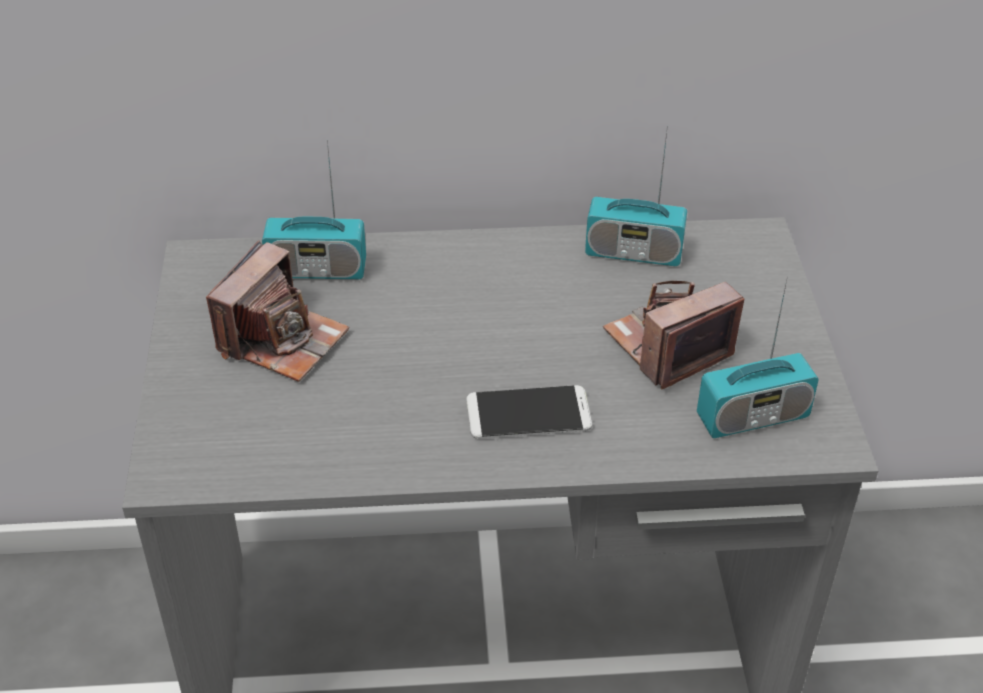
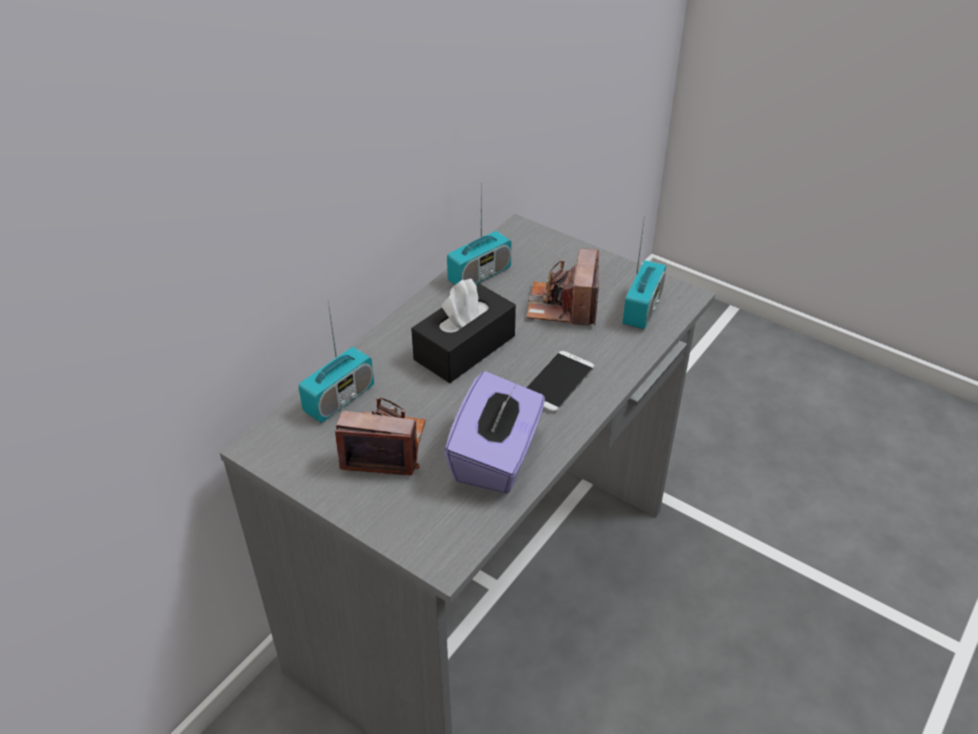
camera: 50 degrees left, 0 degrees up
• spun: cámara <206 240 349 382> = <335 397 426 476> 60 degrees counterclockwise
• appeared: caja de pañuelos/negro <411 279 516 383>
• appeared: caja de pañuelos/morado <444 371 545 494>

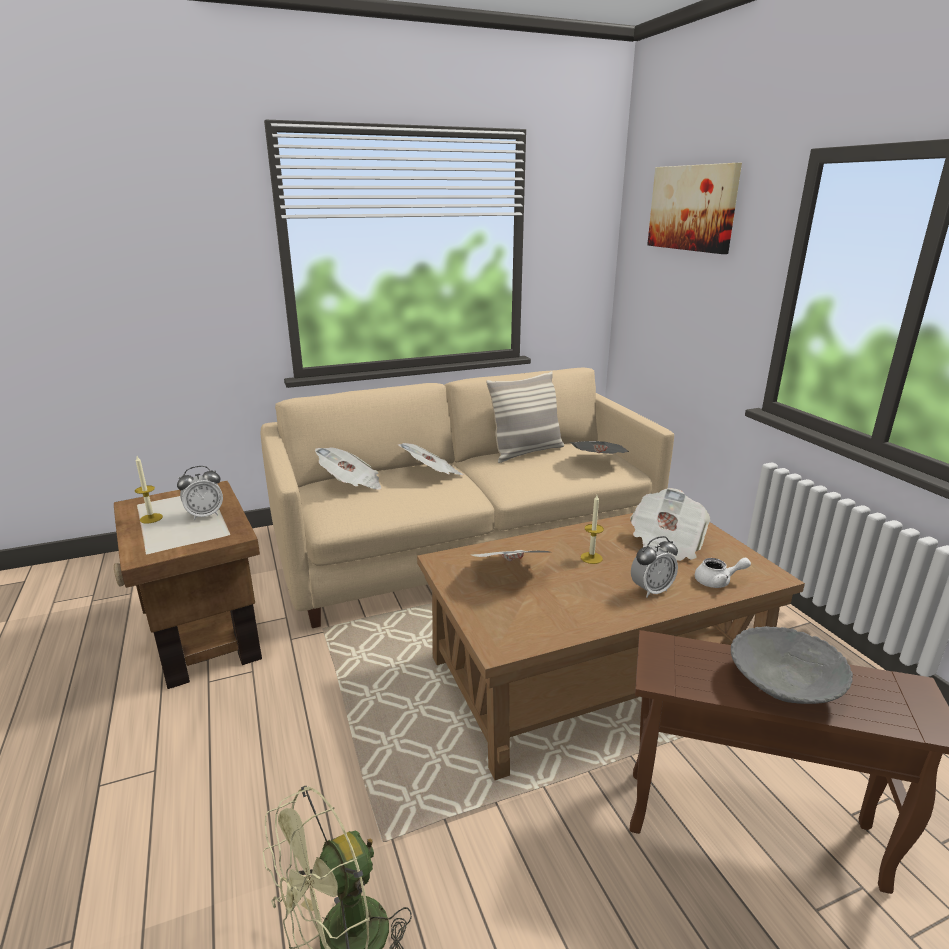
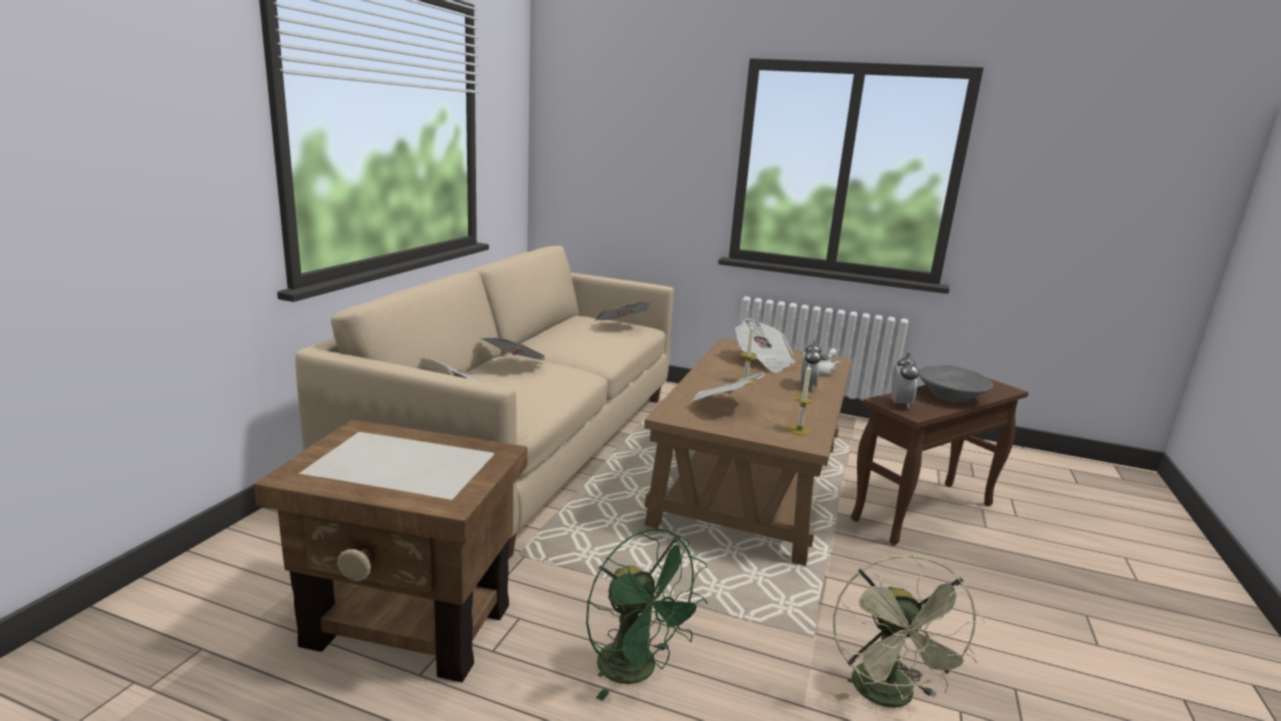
camera: 50 degrees left, 5 degrees down
• appeared: ventilador/verde <586 528 708 701>
• relocated: vela <135 456 163 524> to <788 363 814 435>
• relocated: despertador <177 466 223 520> to <892 353 919 409>
• missing: cojín <486 371 564 463>
• missing: cuadro <647 163 742 254>

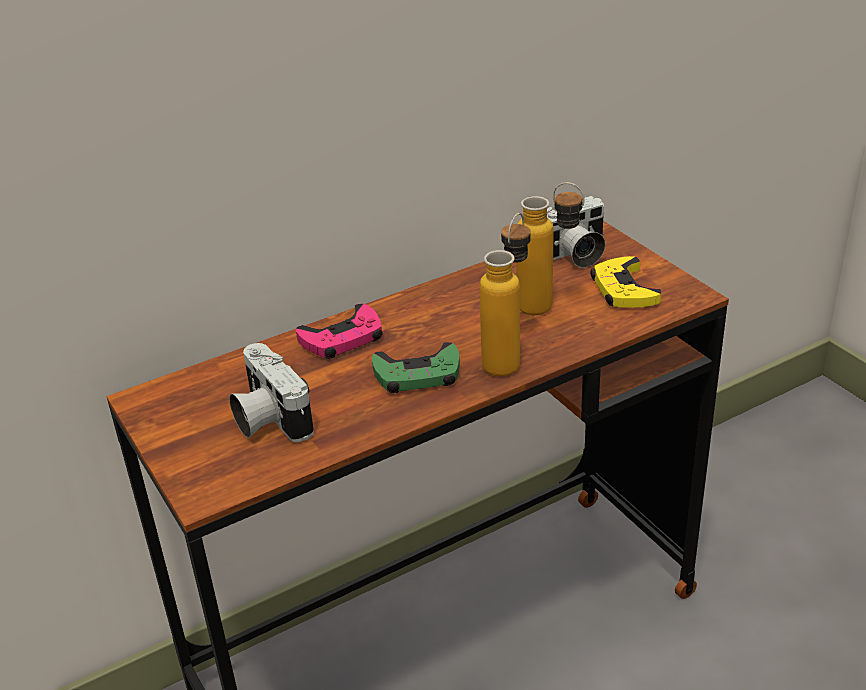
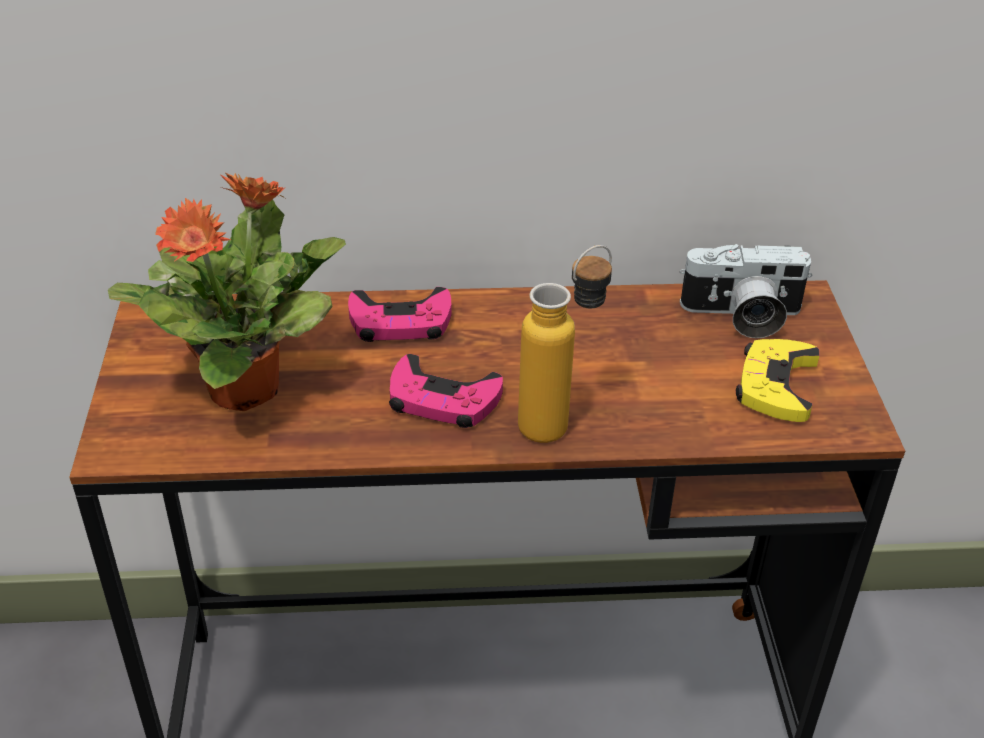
camera: 25 degrees right, 5 degrees up
• exchanged: cámara <229 343 314 442> to planta en maceta <108 173 346 411>
• colour: mando de consola/verde <372 342 460 393> to mando de consola/rosa <389 354 503 428>
• missing: botella <517 182 584 315>

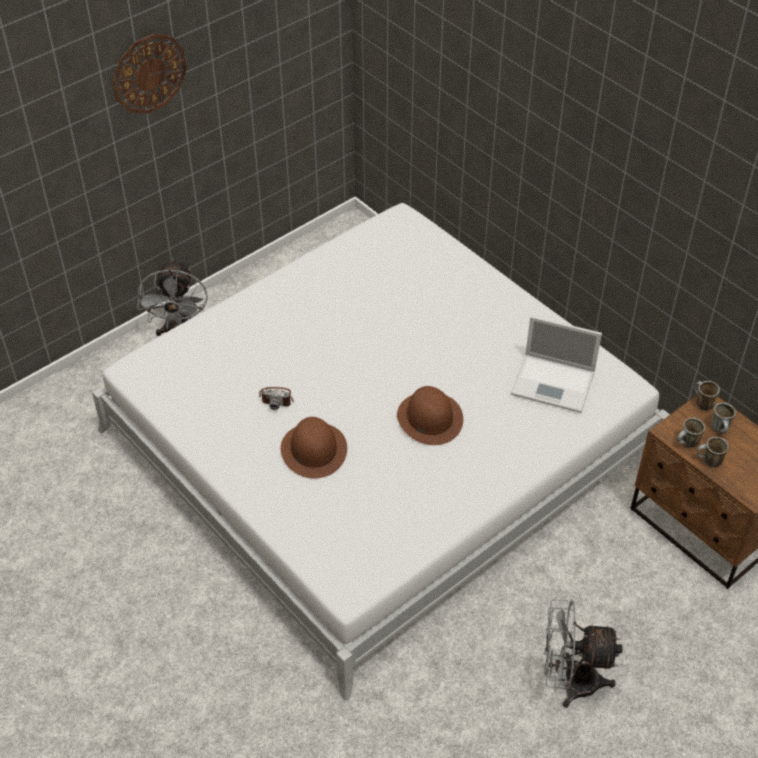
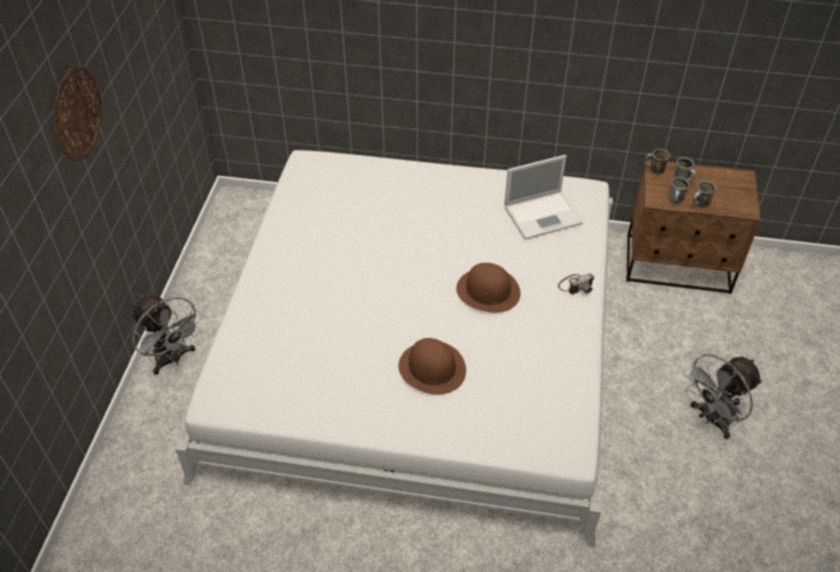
camera: 40 degrees left, 0 degrees up
• relocated: cámara <258 387 294 410> to <558 273 594 294>

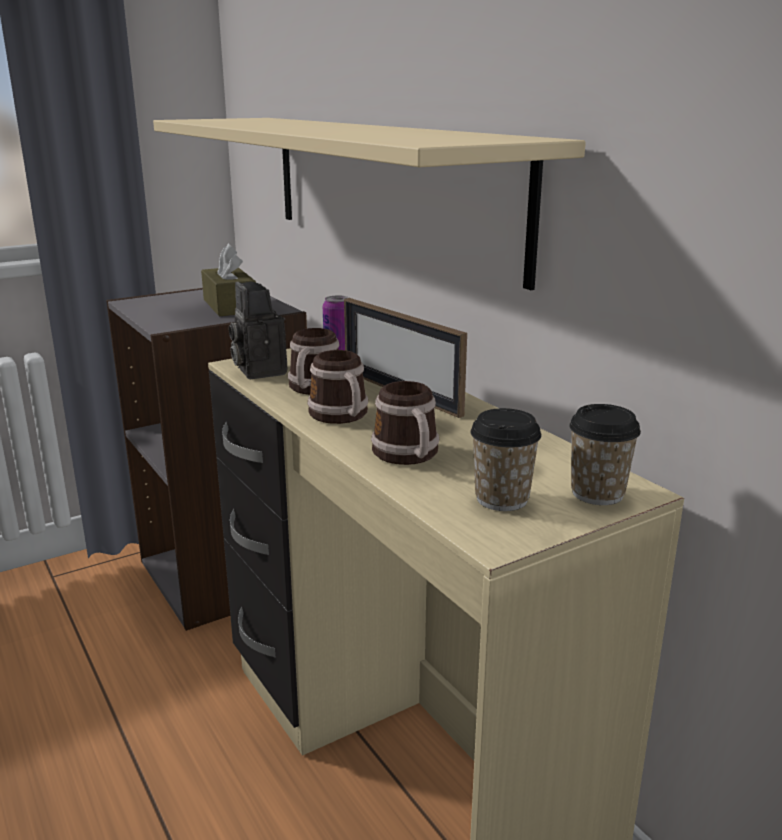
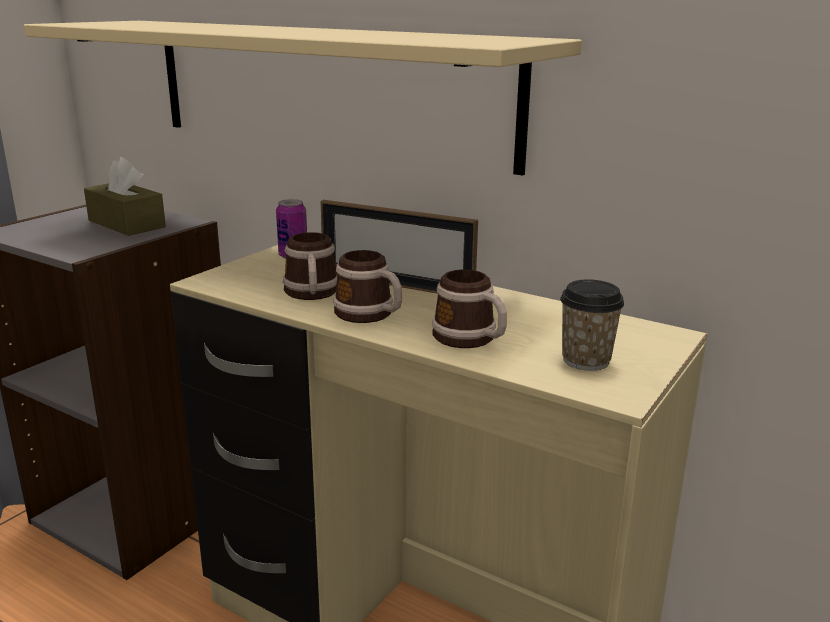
camera: 25 degrees left, 0 degrees up
• missing: cámara <229 282 287 379>
• missing: taza <569 404 641 505>

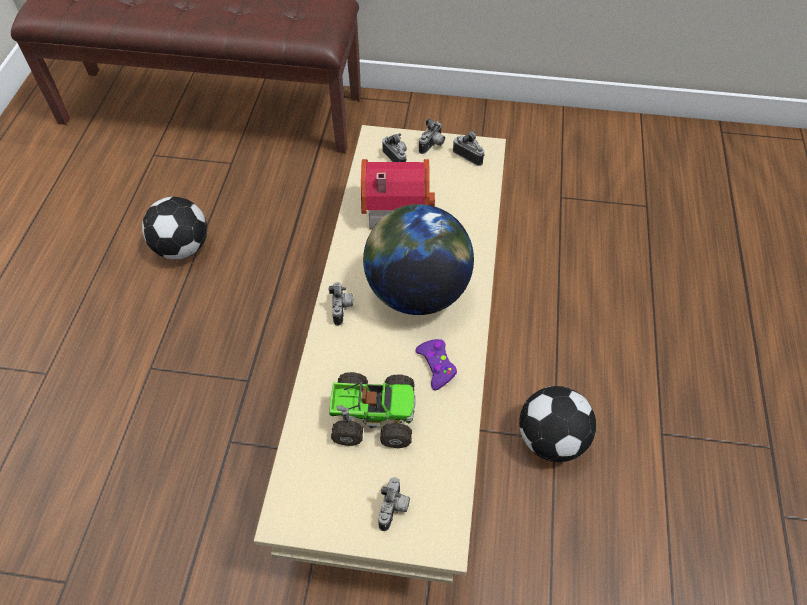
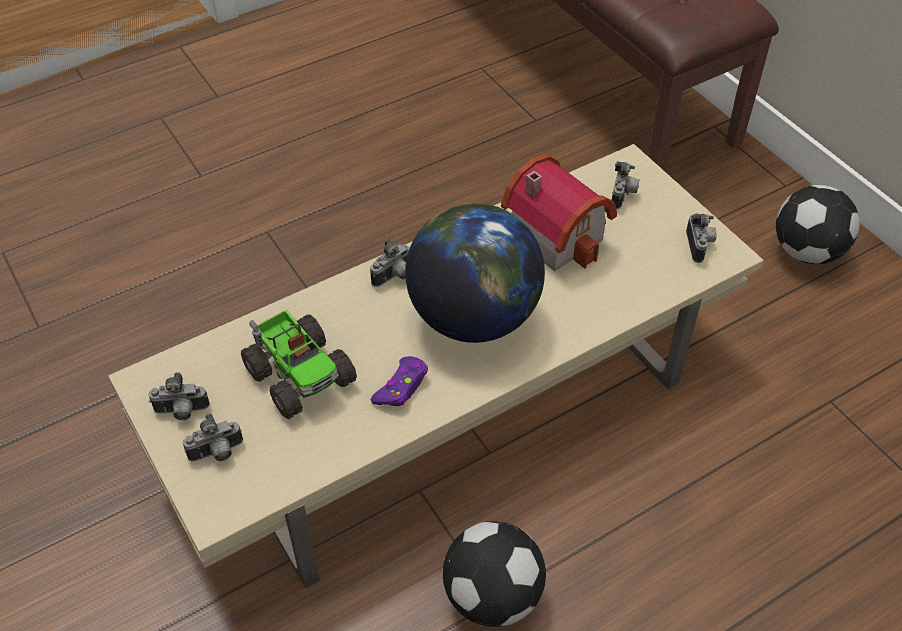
camera: 50 degrees right, 5 degrees down
• relocated: cámara <419 118 445 154> to <149 372 210 420>
• relocated: balón de fútbol <142 197 207 259> to <776 185 860 264>

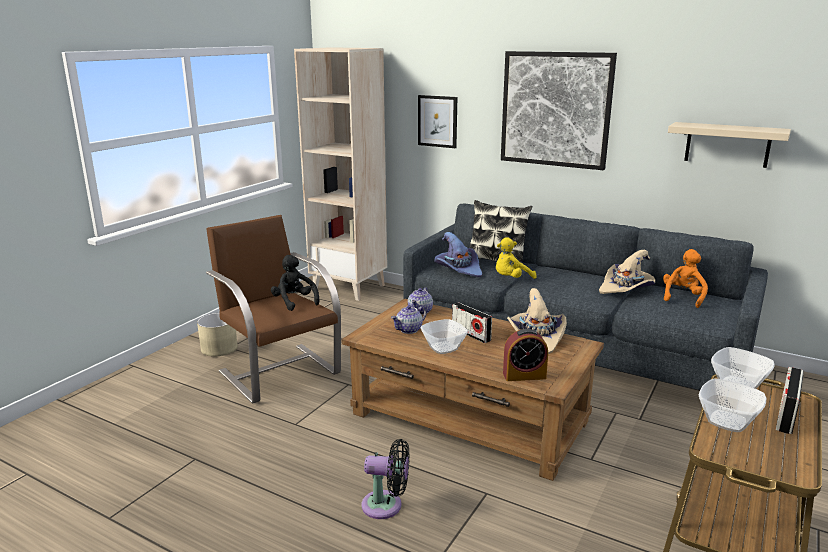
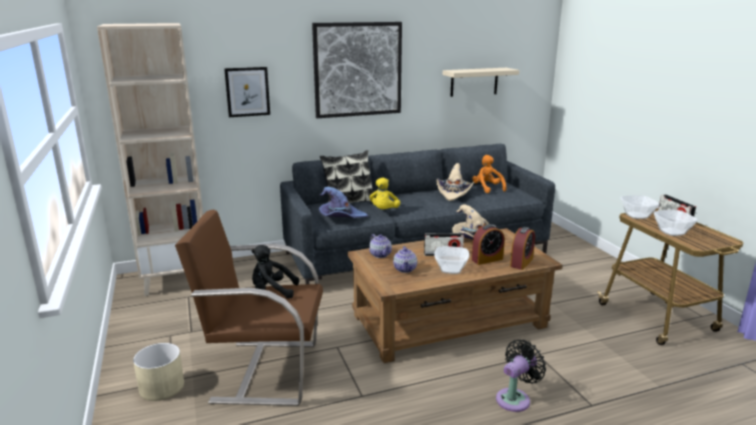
camera: 50 degrees left, 0 degrees up
• appeared: despertador <472 224 505 265>

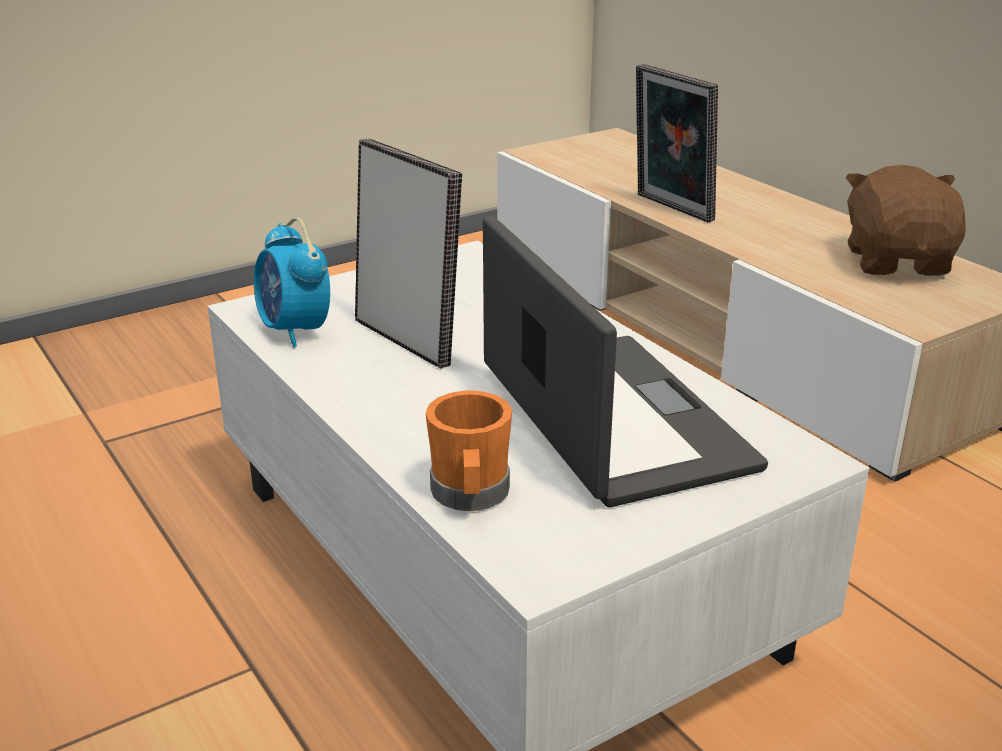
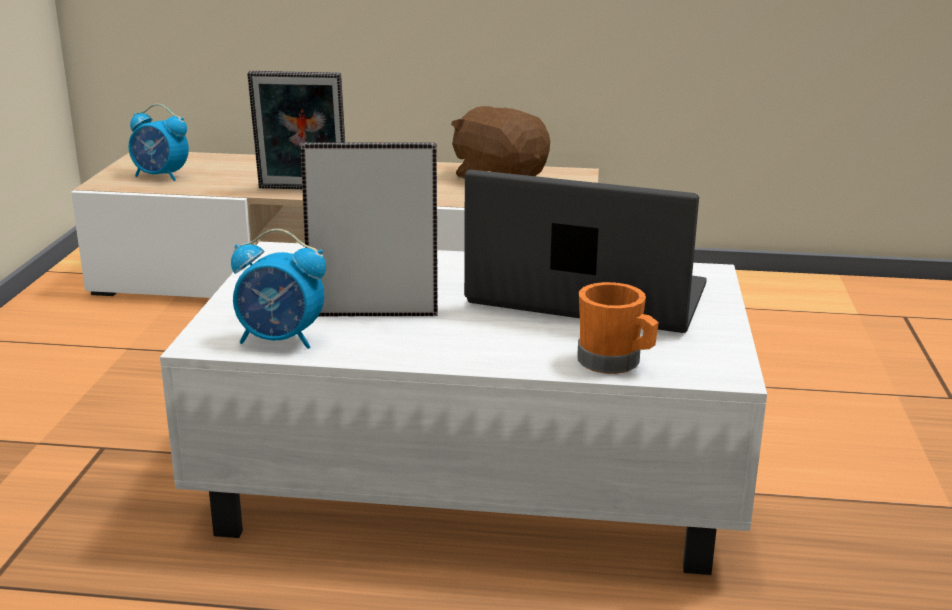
camera: 50 degrees left, 5 degrees down
• appeared: despertador <129 104 189 181>

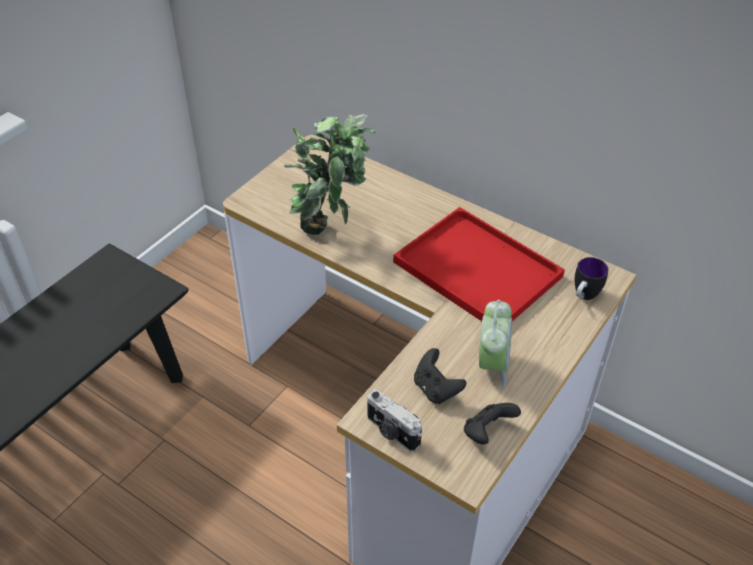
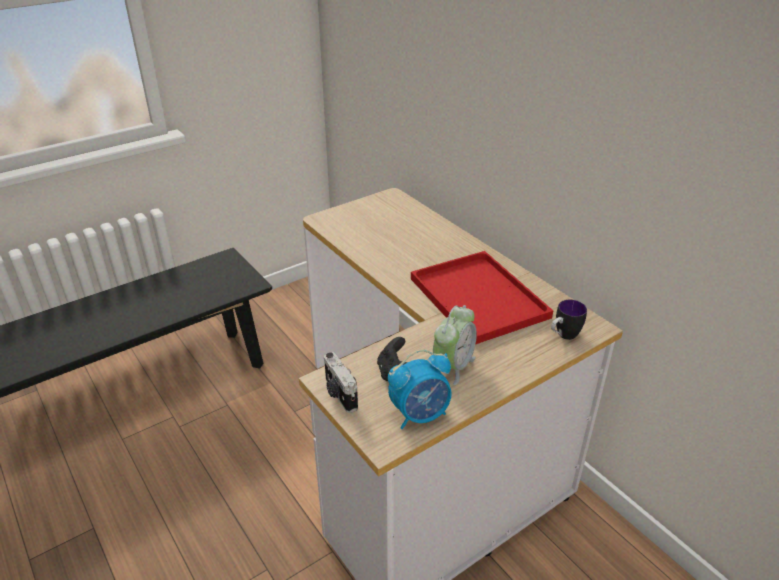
camera: 20 degrees right, 10 degrees down
• exchanged: mando de consola/negro <464 403 521 444> to despertador <388 350 451 429>
• missing: planta en maceta <284 113 376 235>

